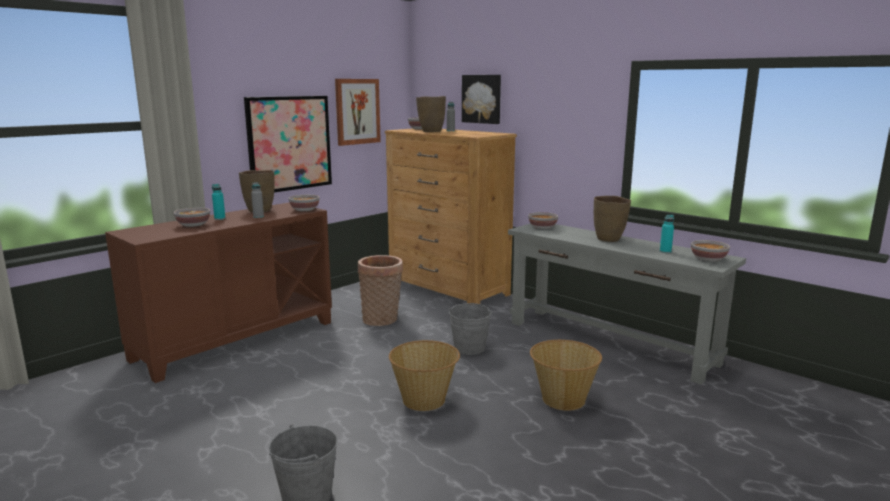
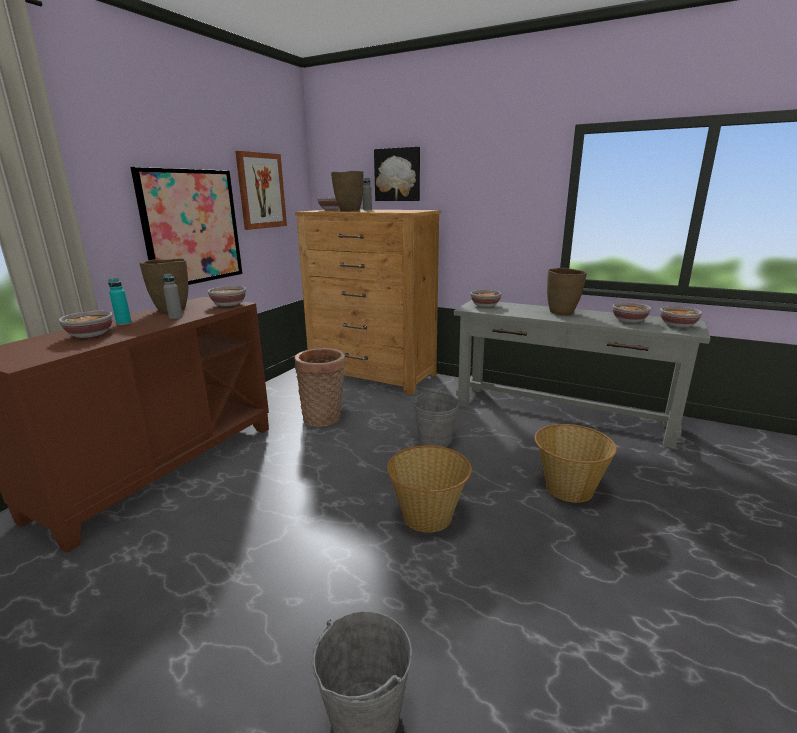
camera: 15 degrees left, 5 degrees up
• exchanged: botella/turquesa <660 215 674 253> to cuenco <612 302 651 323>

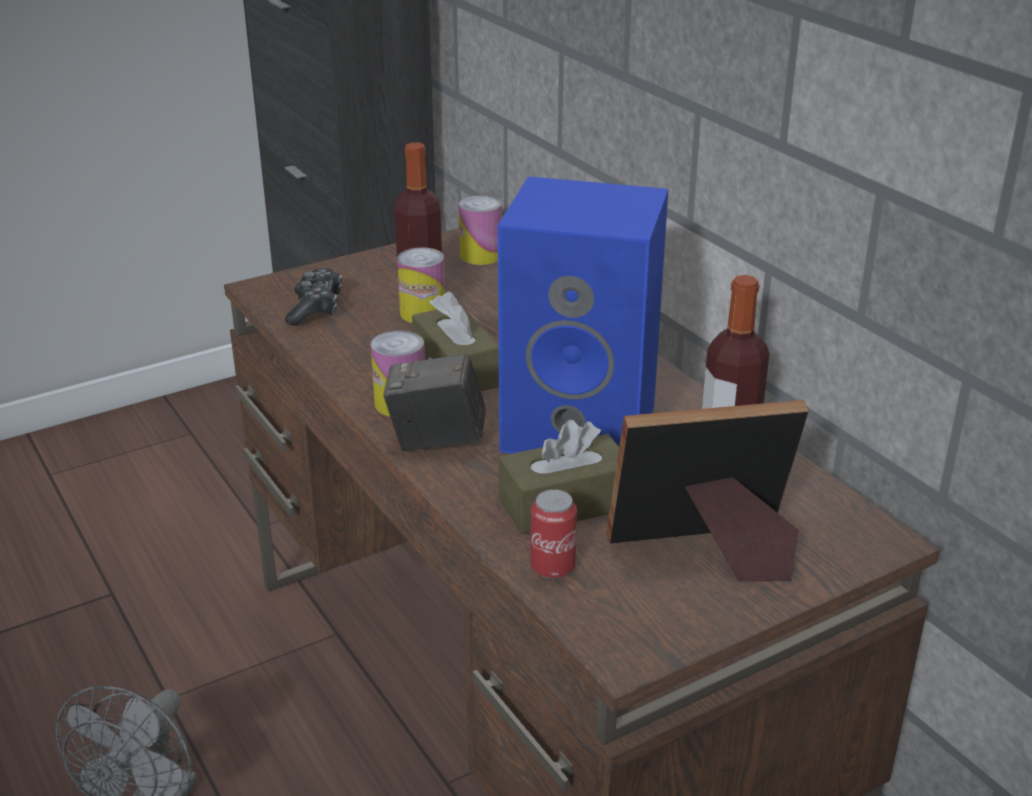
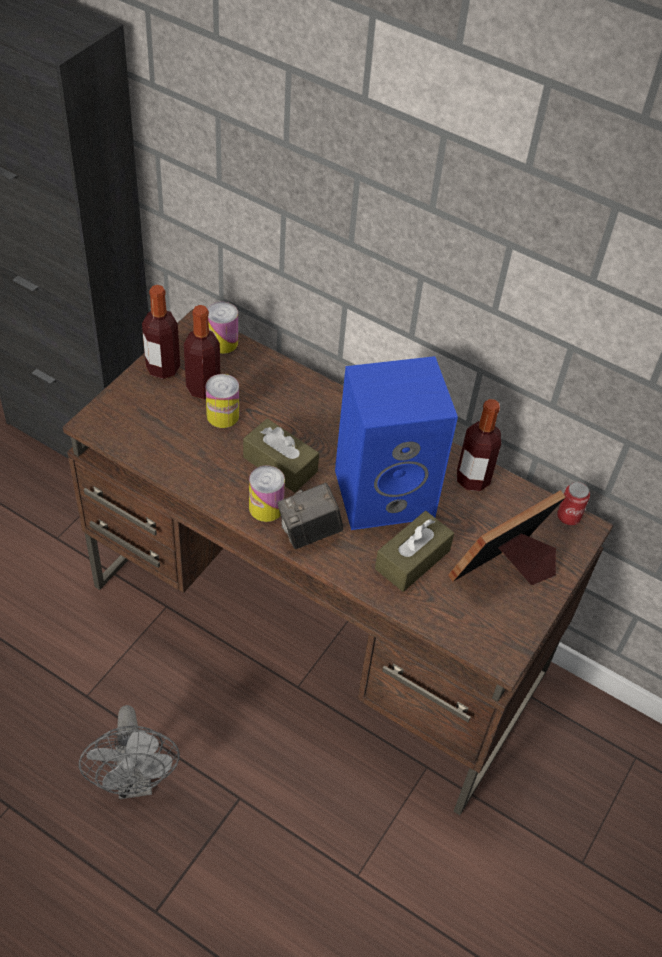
camera: 30 degrees left, 20 degrees up
• appeared: botella <142 285 180 379>
• relocated: lata <531 489 577 579> to <557 482 590 525>
• missing: mando de consola <285 268 342 326>

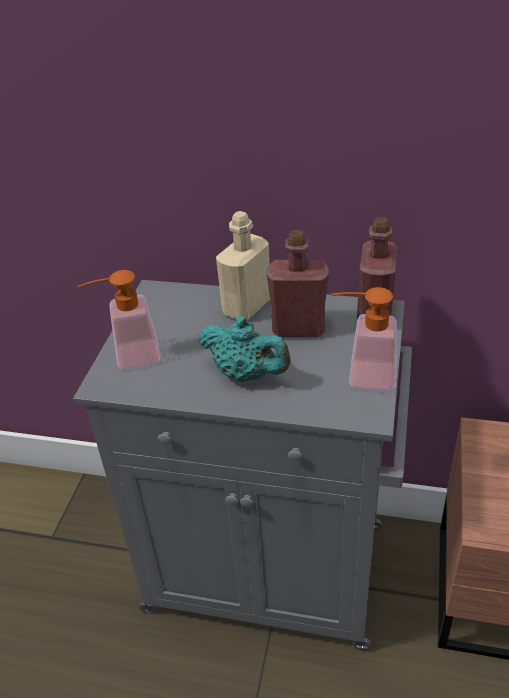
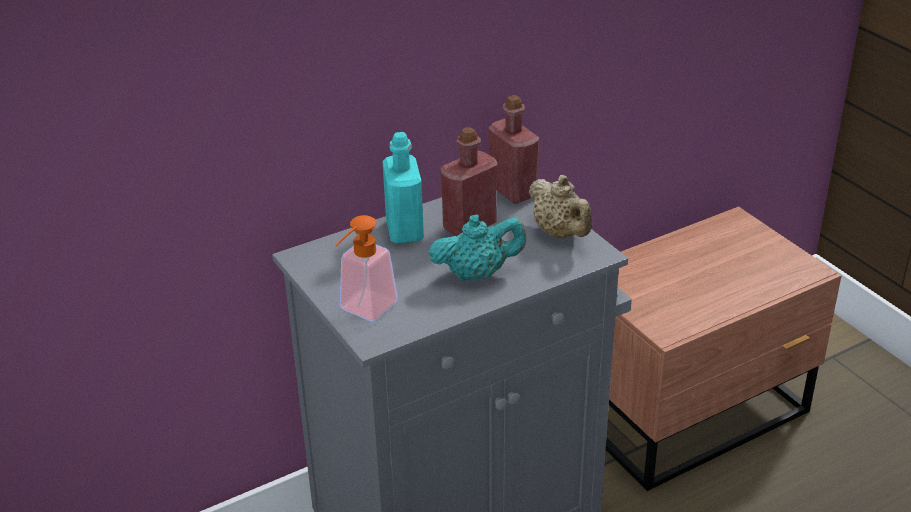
camera: 45 degrees left, 5 degrees down
• colour: botella/beis <216 211 270 321> to botella/turquesa <382 132 424 244>
• exchanged: dispensador de jabón <331 287 397 392> to tetera/beis <529 175 593 238>

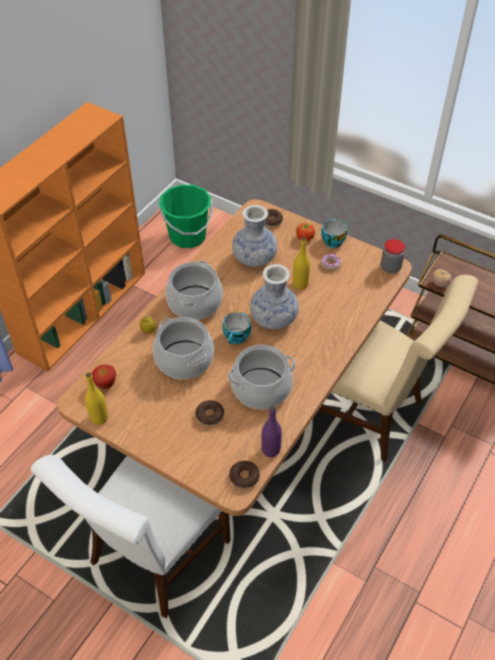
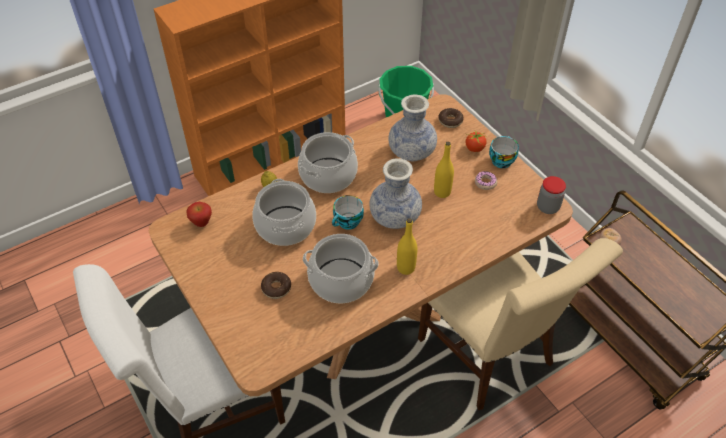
camera: 25 degrees right, 0 degrees up
• relocated: botella/amarillo <85 373 108 425> to <397 218 417 275>
• missing: rosquilla <229 461 260 489>
• missing: botella/morado <262 406 282 457>

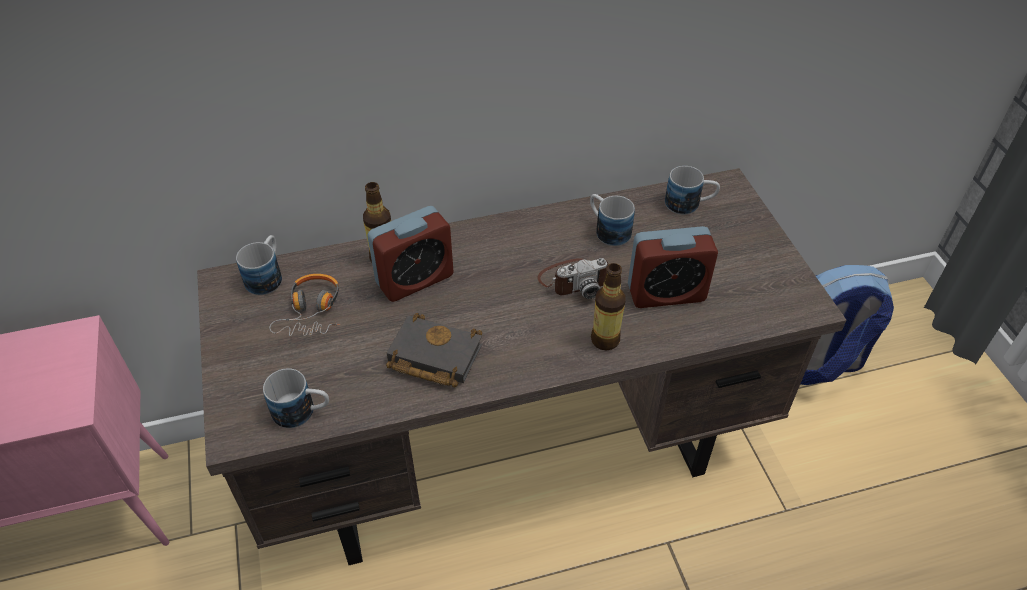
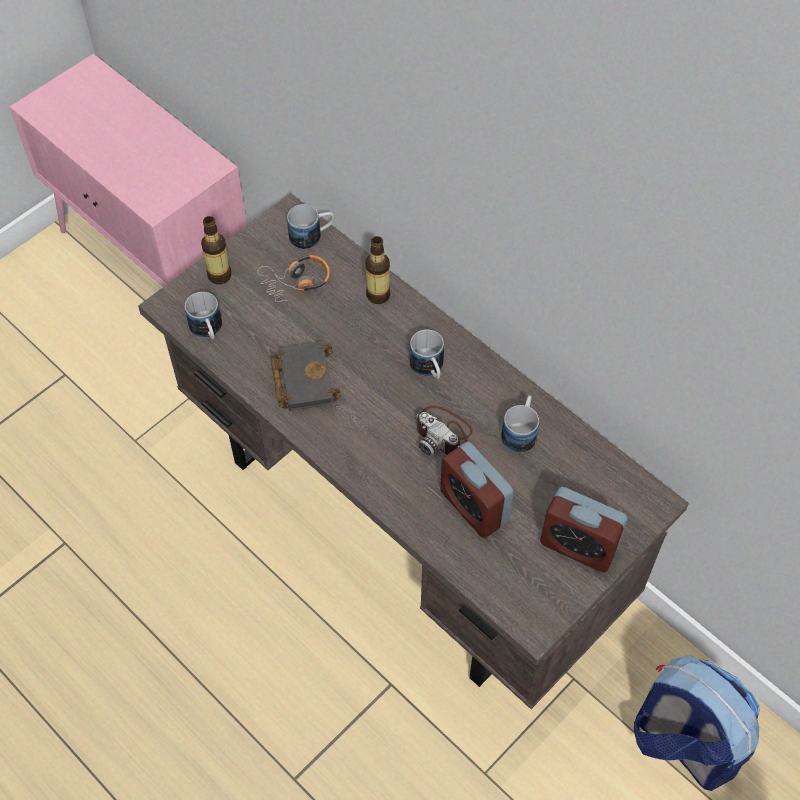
camera: 60 degrees right, 10 degrees up
• relocated: botella <591 263 626 350> to <201 216 231 284>
• relocated: taza grande <665 166 720 215> to <409 329 444 379>
• relocated: despertador <367 206 454 302> to <540 487 628 572>

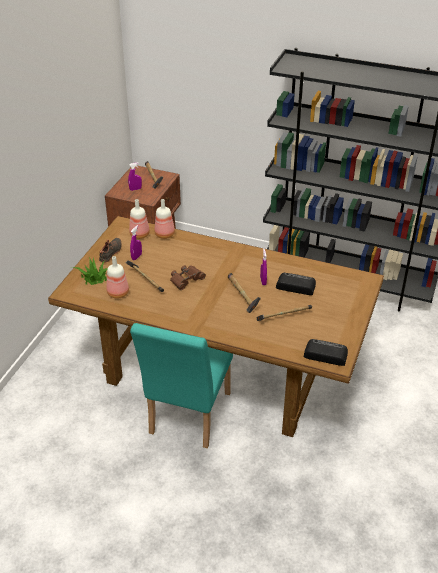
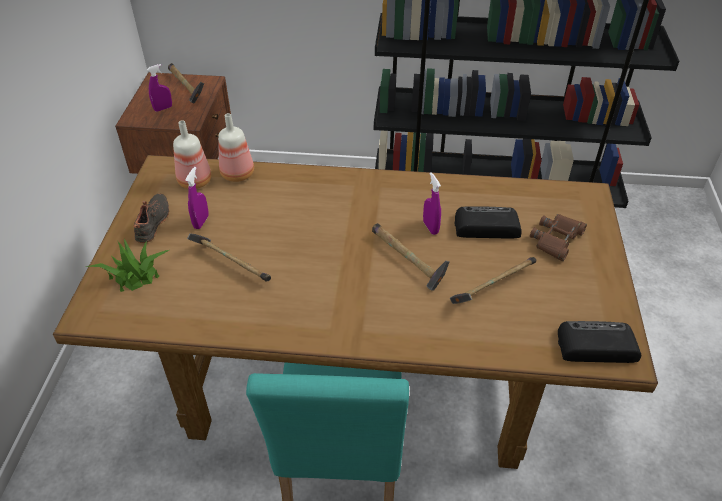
camera: 15 degrees left, 5 degrees up
• relocated: prismáticos/marrón <170 265 206 290> to <530 214 587 261>
• missing: botella <106 256 129 299>

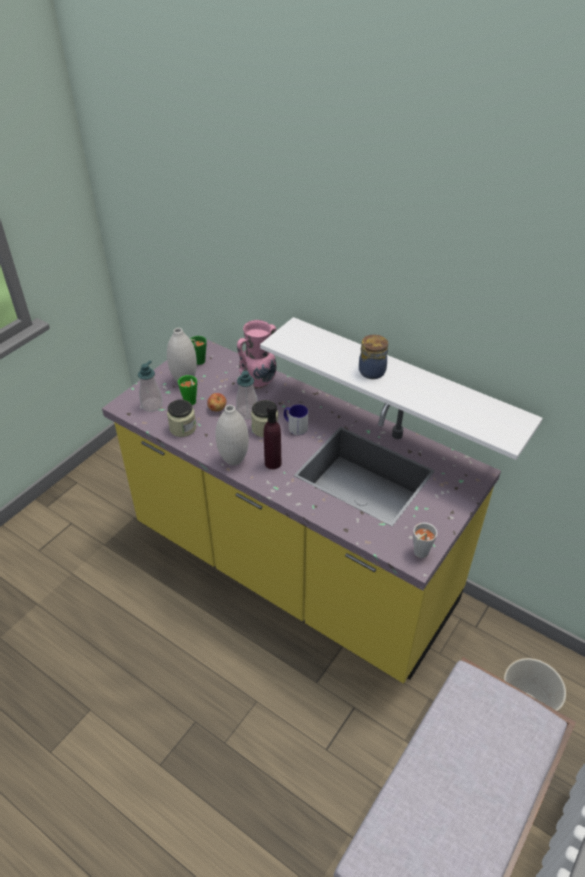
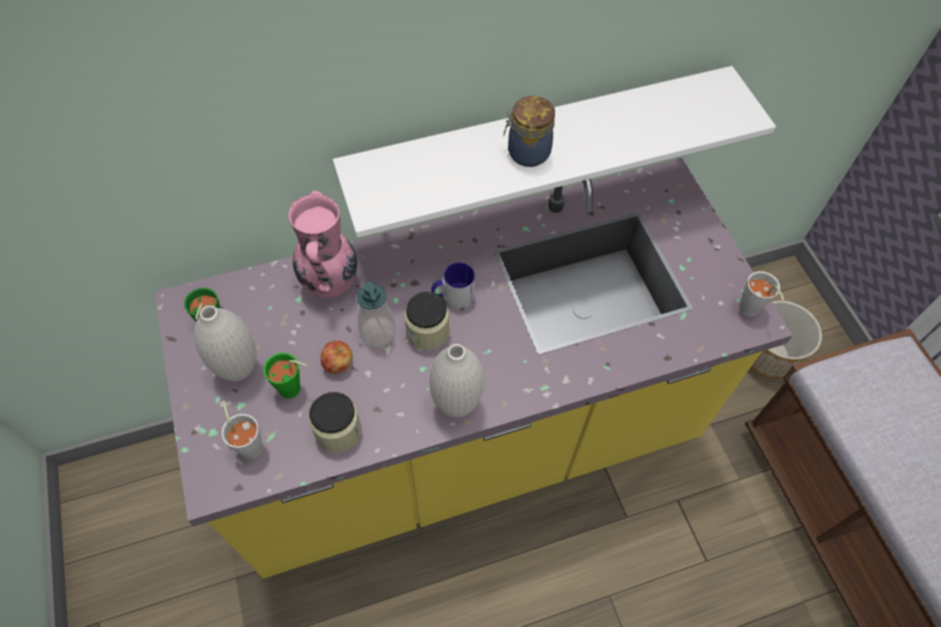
camera: 55 degrees left, 15 degrees up
• exchanged: dispensador de jabón <138 361 163 412> to taza/gris <221 401 263 460>
• missing: botella/morado <264 404 281 469>

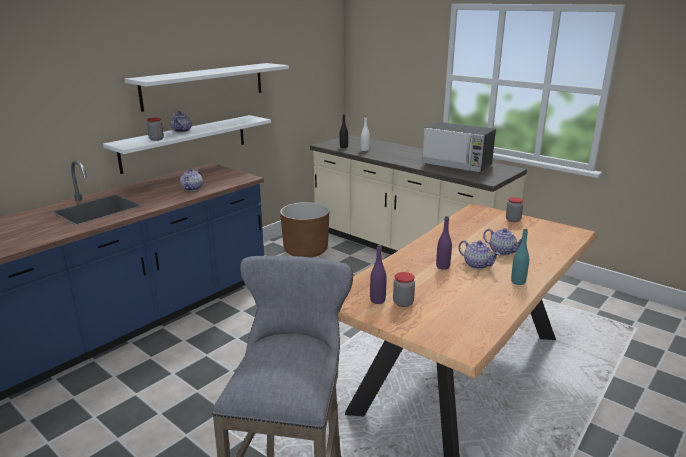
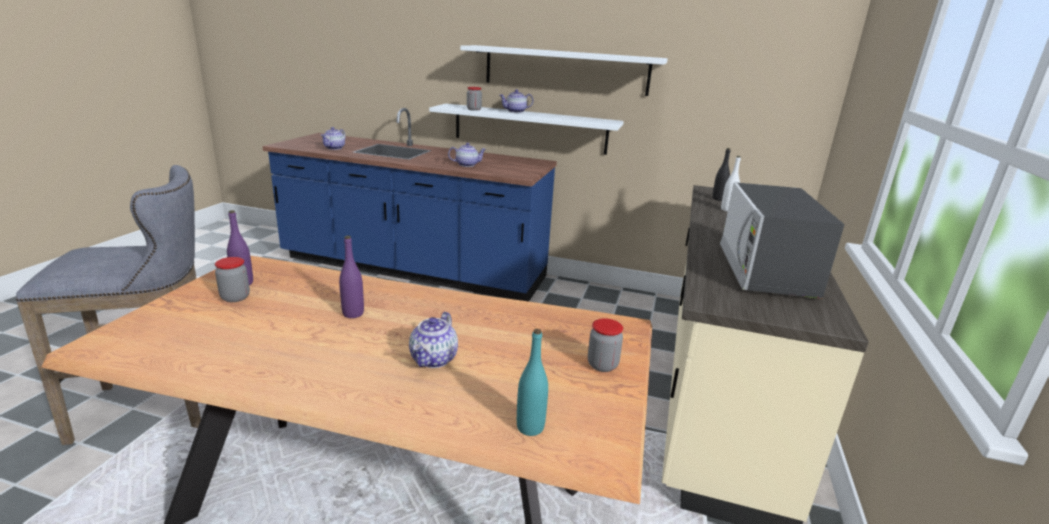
camera: 65 degrees right, 0 degrees up
• relocated: tetera <458 240 500 269> to <321 127 346 150>
• relocated: botella/turquesa <511 229 529 285> to <517 329 548 436>
• missing: maceta/marrón <280 202 329 258>

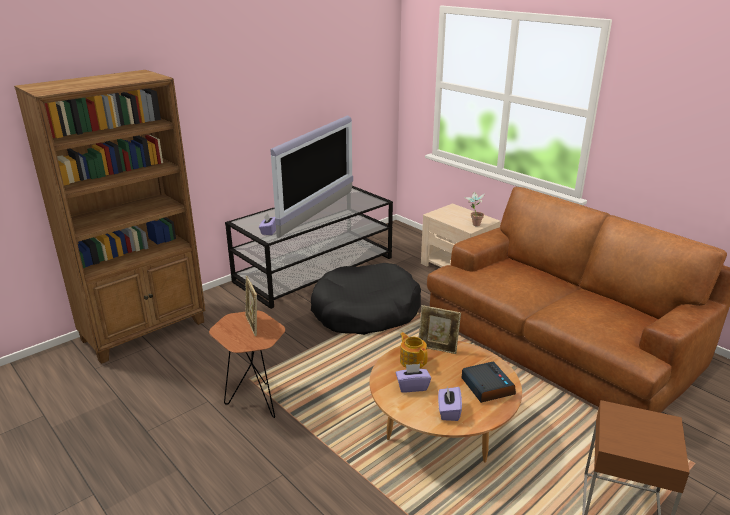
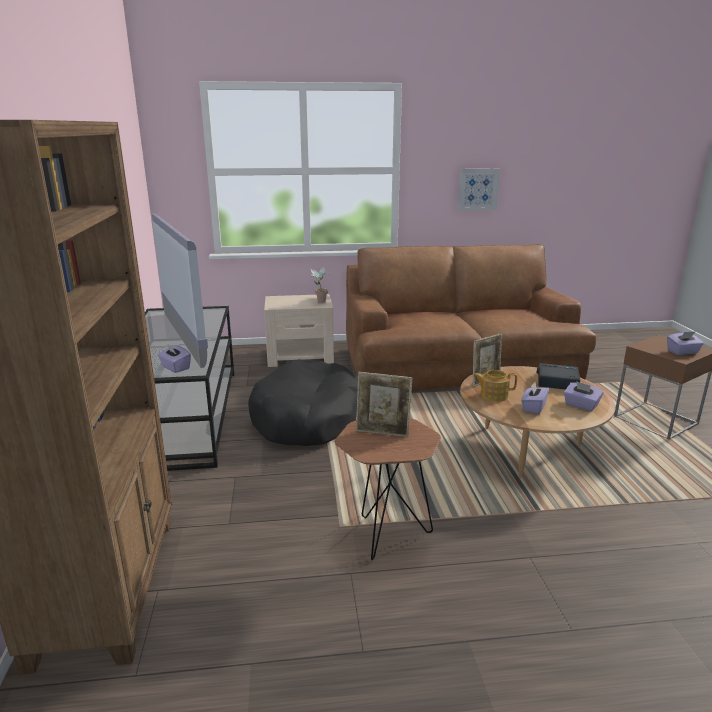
camera: 55 degrees left, 5 degrees down
• appeared: cuadro <458 169 500 210>
• appeared: caja de pañuelos/morado <667 331 704 355>

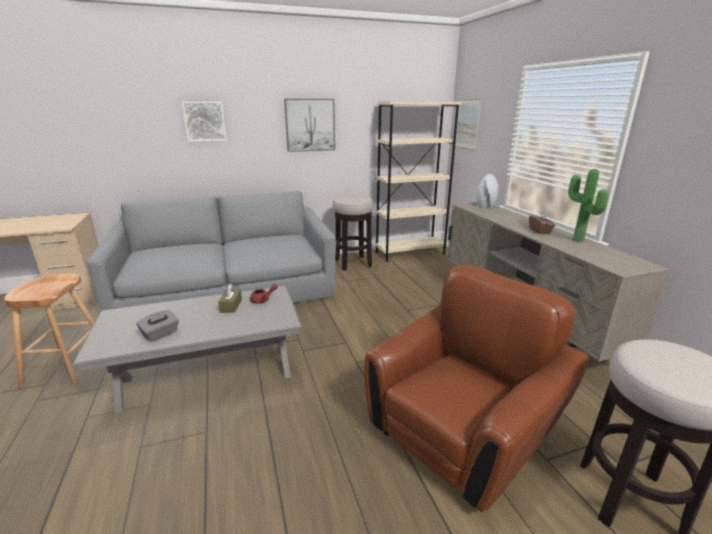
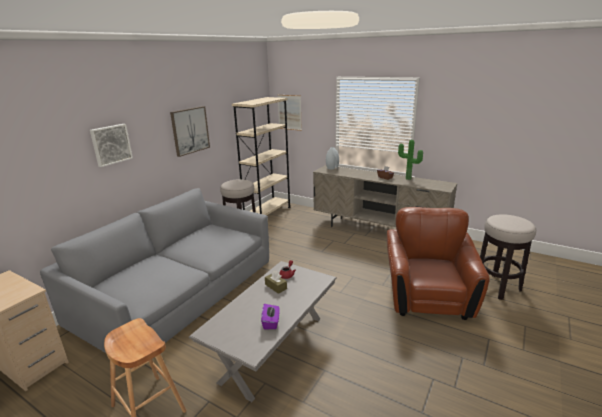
camera: 40 degrees left, 0 degrees up
• colour: caja de pañuelos/gris <136 310 179 342> to caja de pañuelos/morado <261 303 279 329>

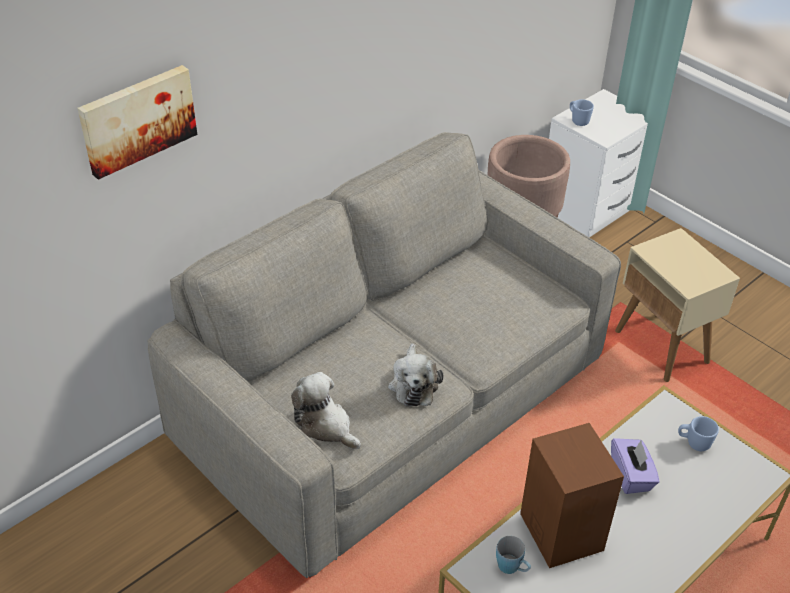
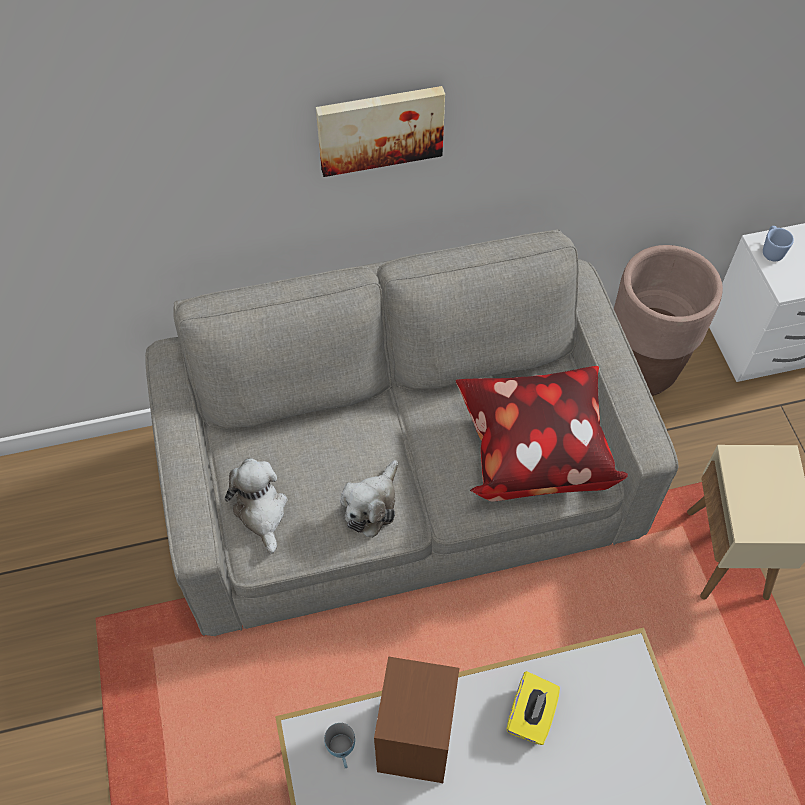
camera: 30 degrees right, 15 degrees up
• relocated: cuadro <77 65 197 180> to <316 86 445 177>
• appeared: cojín <456 366 628 502>
• colour: caja de pañuelos/morado <611 438 660 494> to caja de pañuelos/amarillo <506 671 560 745>
• missing: taza grande/azul <678 416 719 451>

